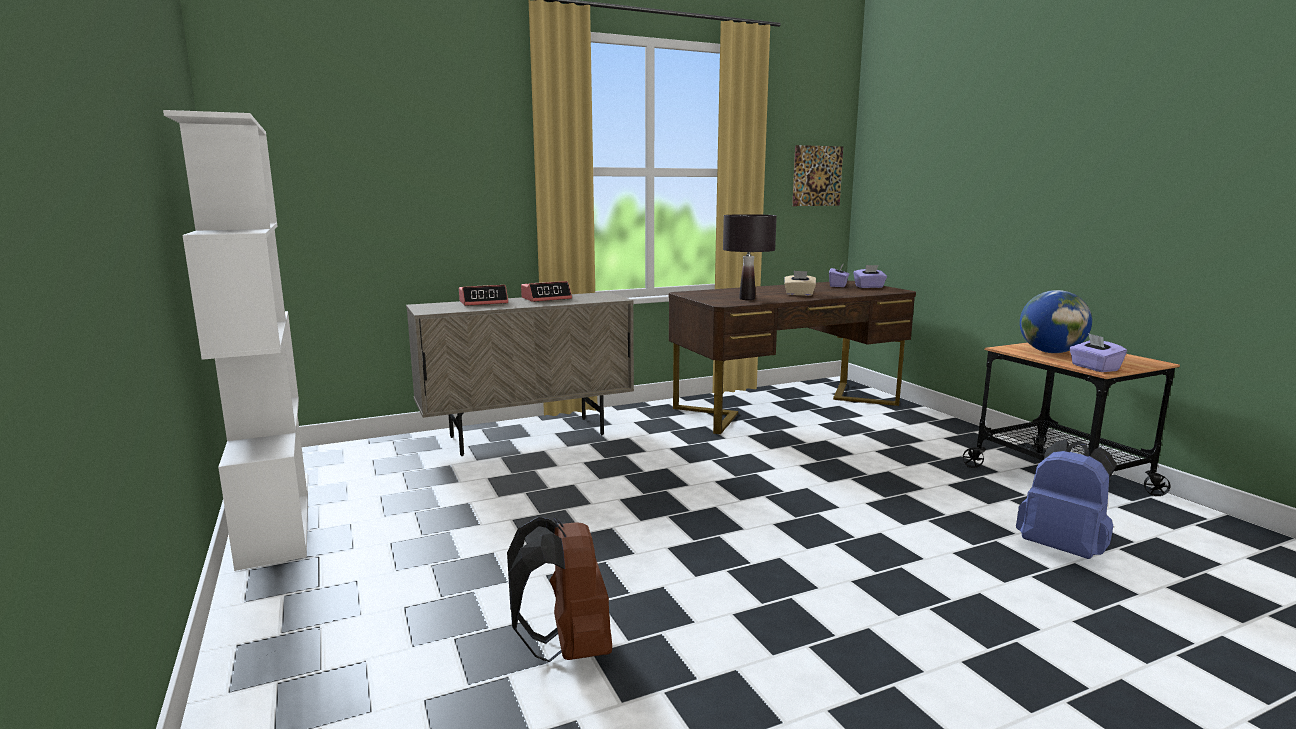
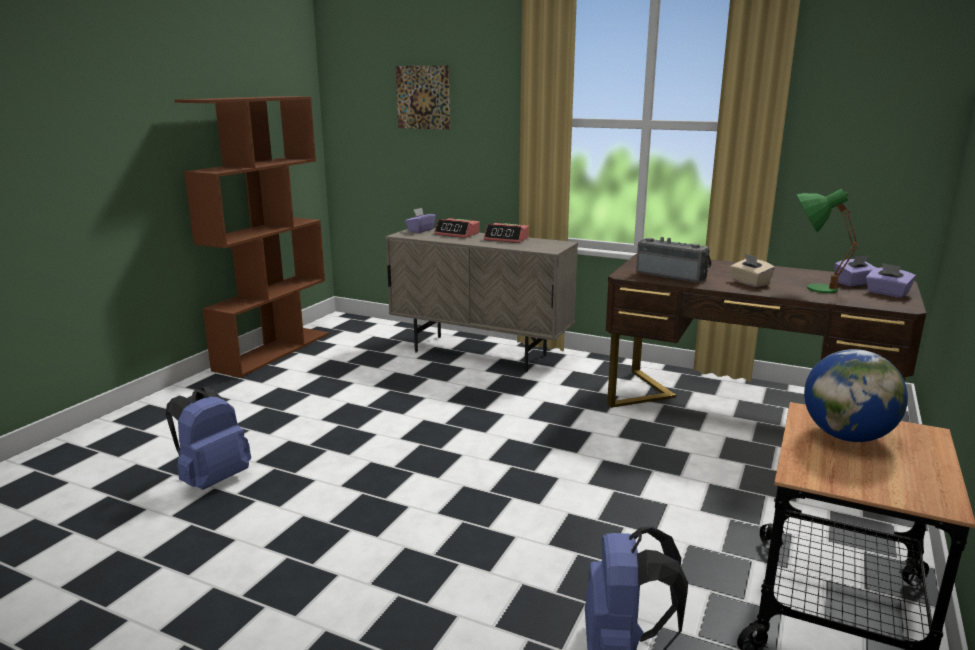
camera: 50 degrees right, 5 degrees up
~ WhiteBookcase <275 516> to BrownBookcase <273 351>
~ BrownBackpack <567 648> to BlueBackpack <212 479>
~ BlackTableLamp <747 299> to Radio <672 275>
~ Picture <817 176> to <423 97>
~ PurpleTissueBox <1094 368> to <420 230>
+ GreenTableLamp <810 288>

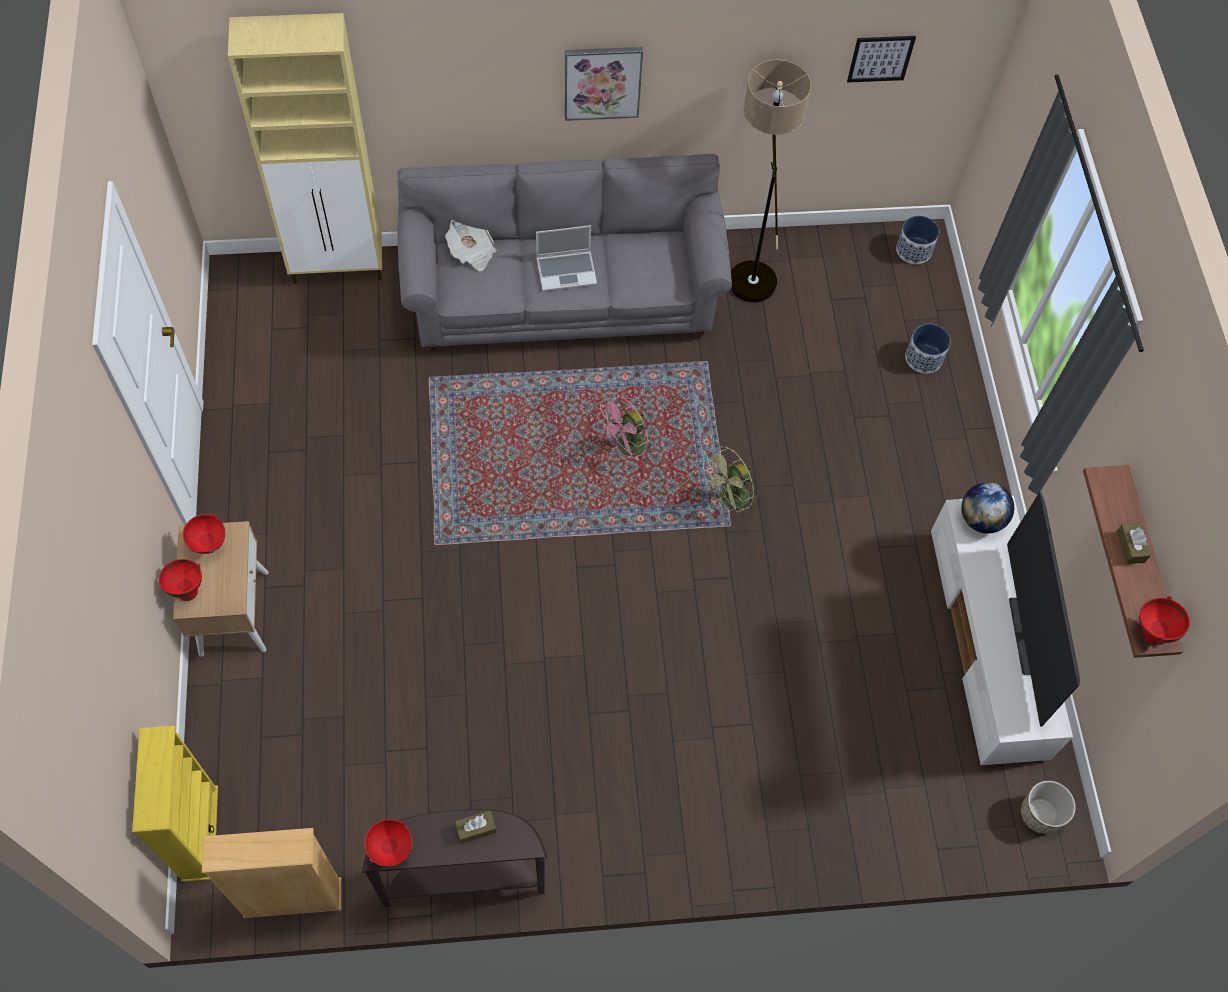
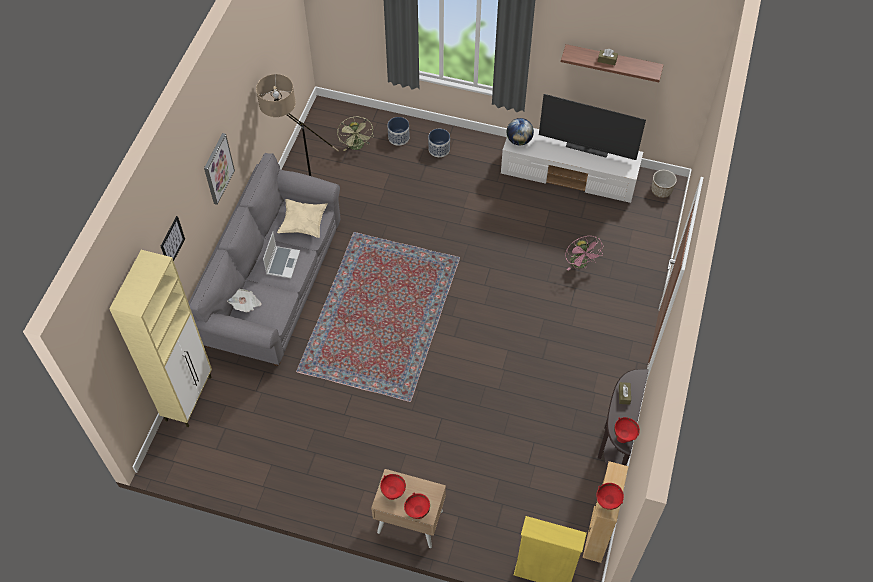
camera: 65 degrees left, 5 degrees down
~ PinkFan <626 449> to <581 264>
~ GreenFan <729 500> to <357 147>
~ Picture <880 58> to <172 242>
~ Planter <914 250> to <439 149>
~ RedBowl <1151 634> to <607 504>
+ BeigePillow <303 224>

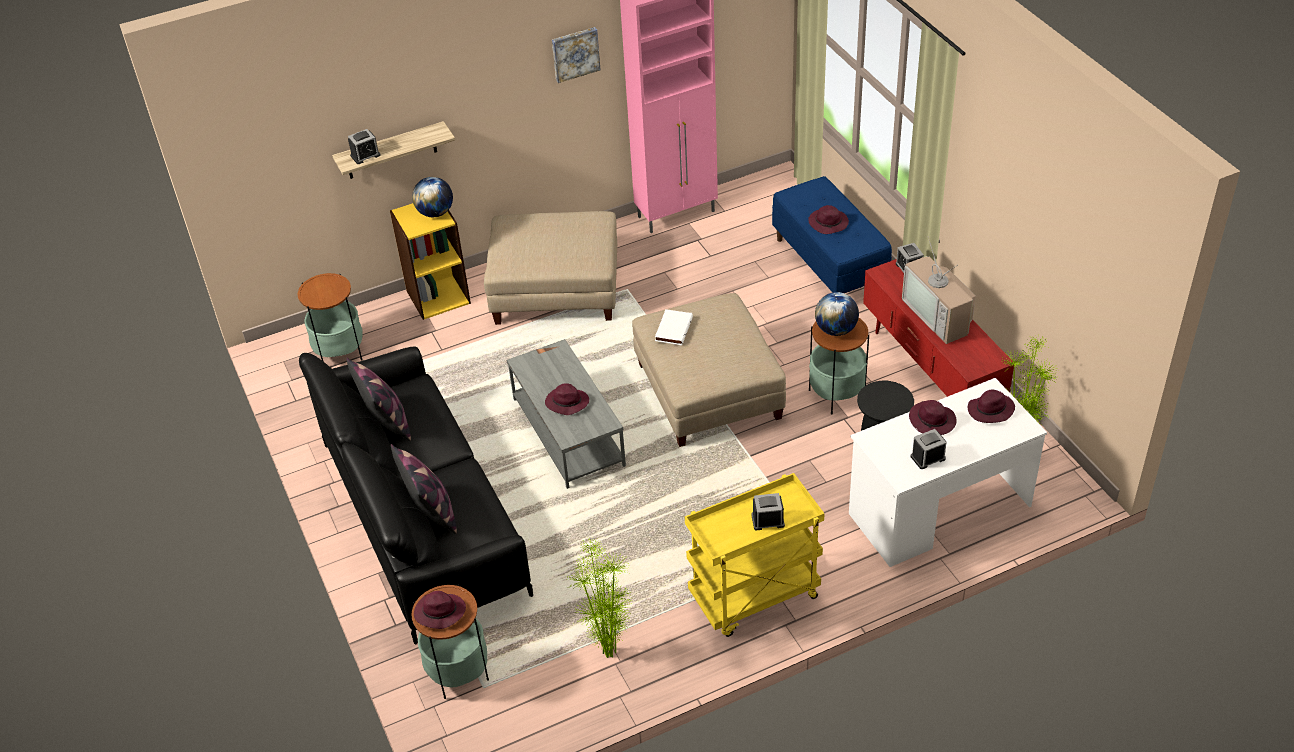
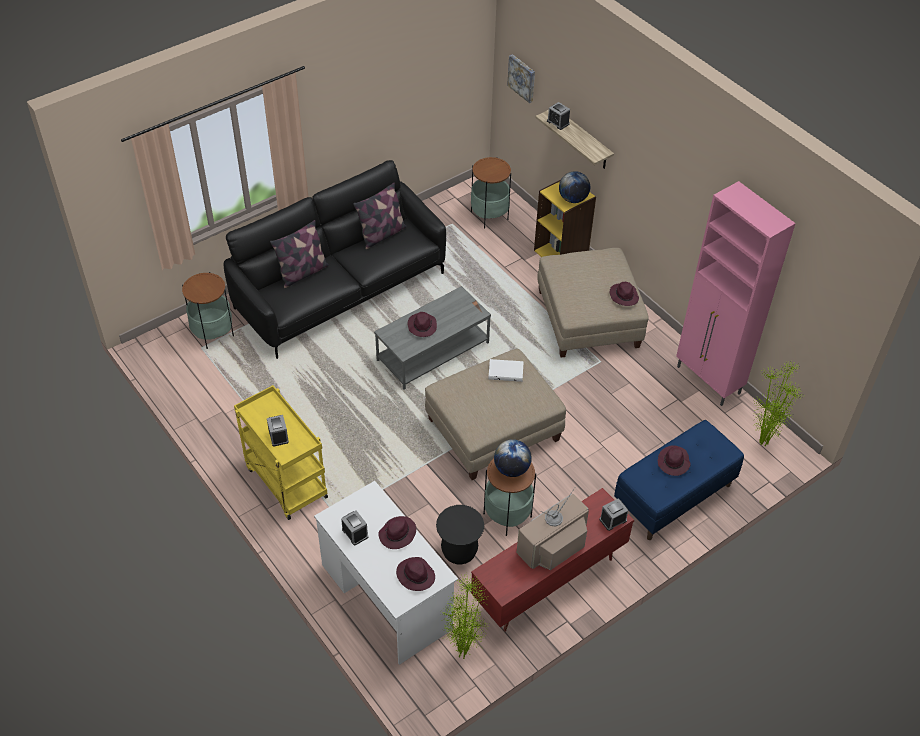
camera: 75 degrees right, 5 degrees up
~ PurpleHat <439 612> to <623 296>
~ Picture <575 53> to <522 78>
~ PottedPlant <607 652> to <763 441>

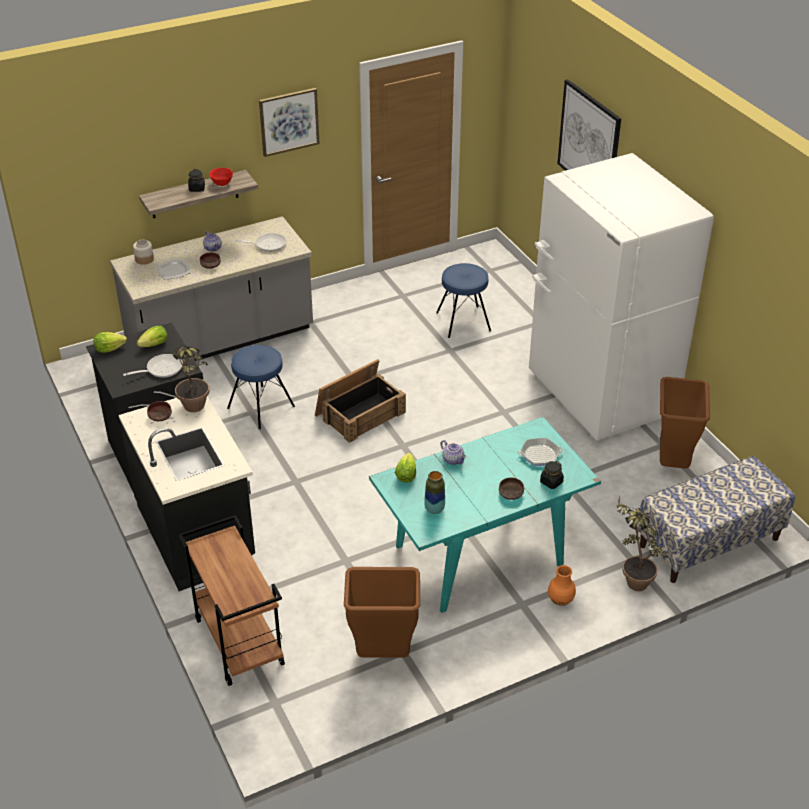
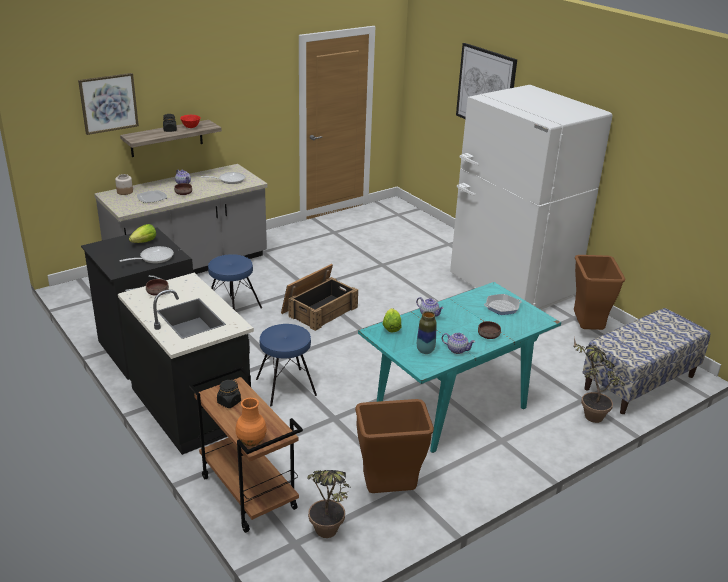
camera: 10 degrees left, 10 degrees down
- Lettuce <109 349>
~ PottedPlant <194 411> to <328 536>
~ Picture <289 121> to <108 103>
~ BlueStool <463 322> to <285 387>
~ BlackJar <551 482> to <229 402>
~ OrangeVase <560 600> to <251 441>
+ Teapot <457 350>

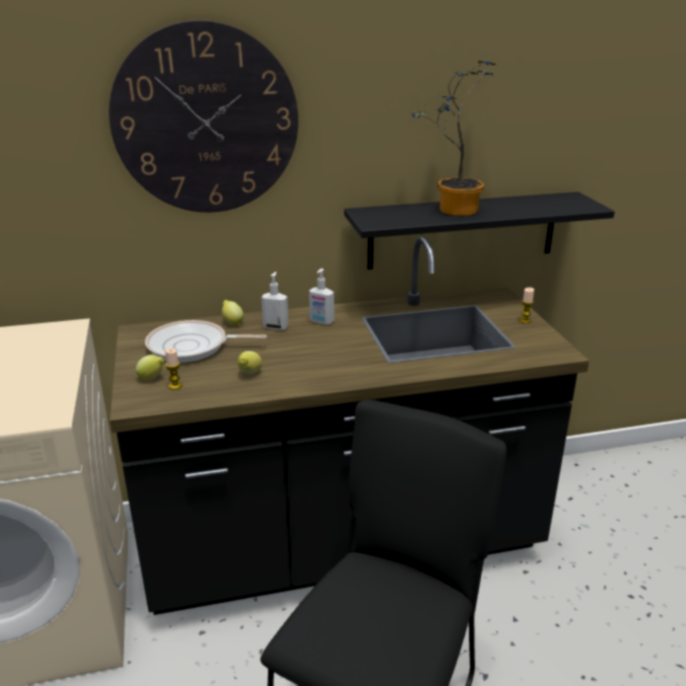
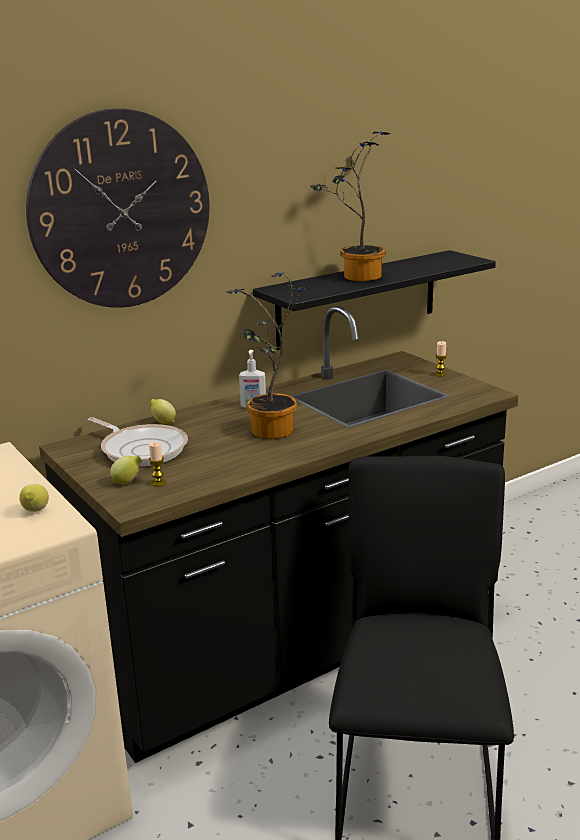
camera: 20 degrees left, 5 degrees down
~ FryingPan <192 347> = <142 449> 120 degrees counterclockwise
~ Lemon <249 374> to <35 512>
- SoapDispenser <276 327>
+ PottedPlant <271 433>

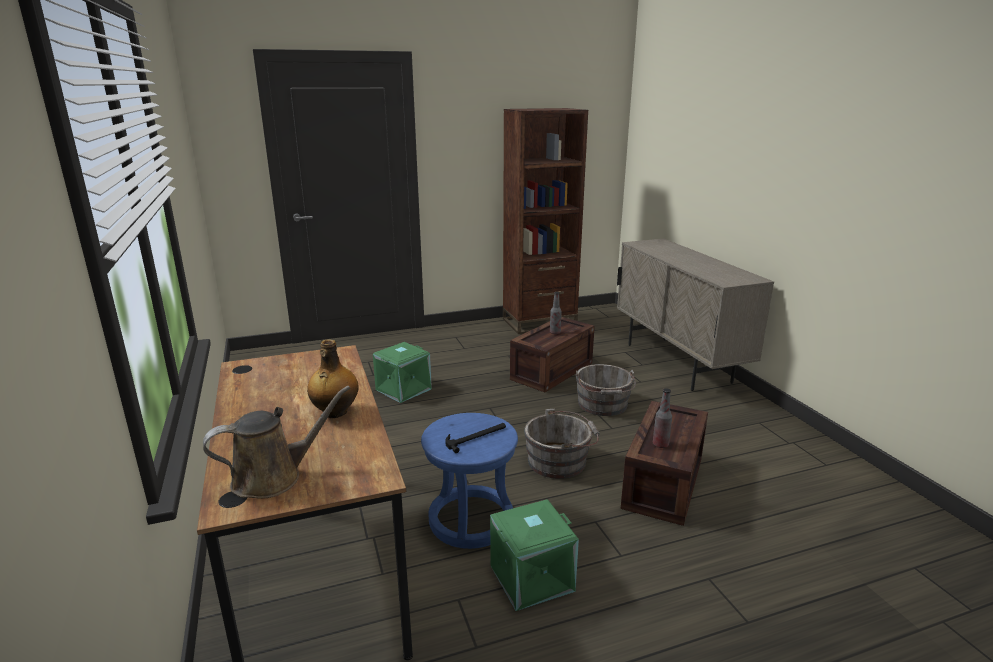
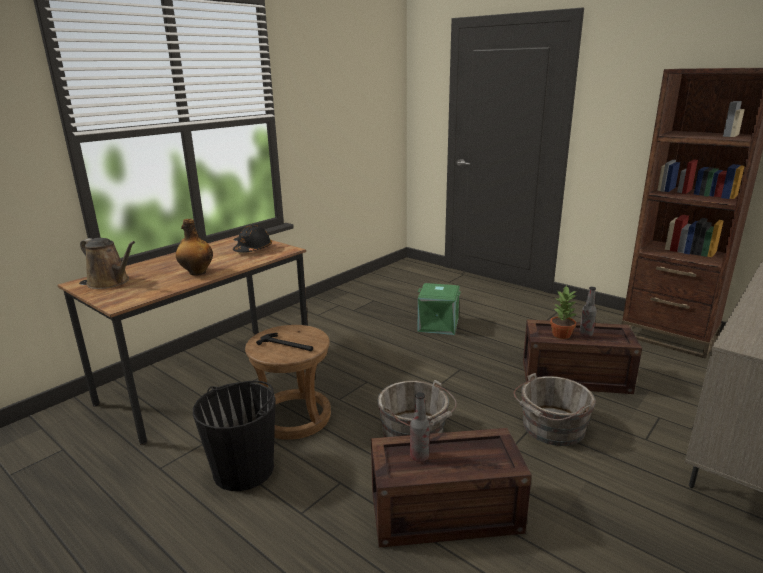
camera: 60 degrees right, 0 degrees up
~ BlueStool <471 519> to BrownStool <294 417>
~ GreenStorageBox <531 577> to BlackBucket <244 469>
+ BlackHardHat <253 249>
+ PottedPlant <562 334>

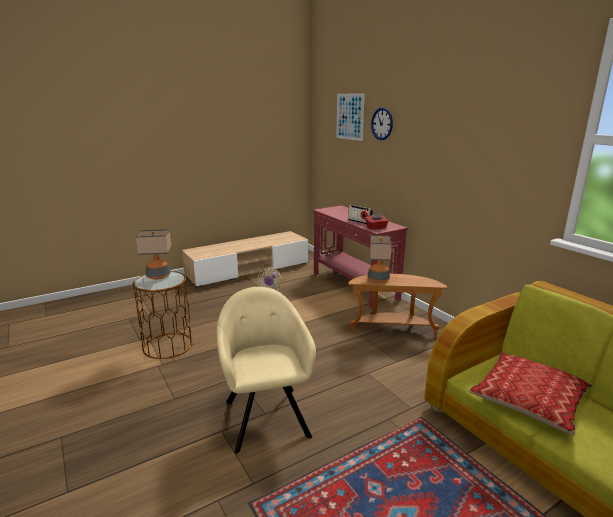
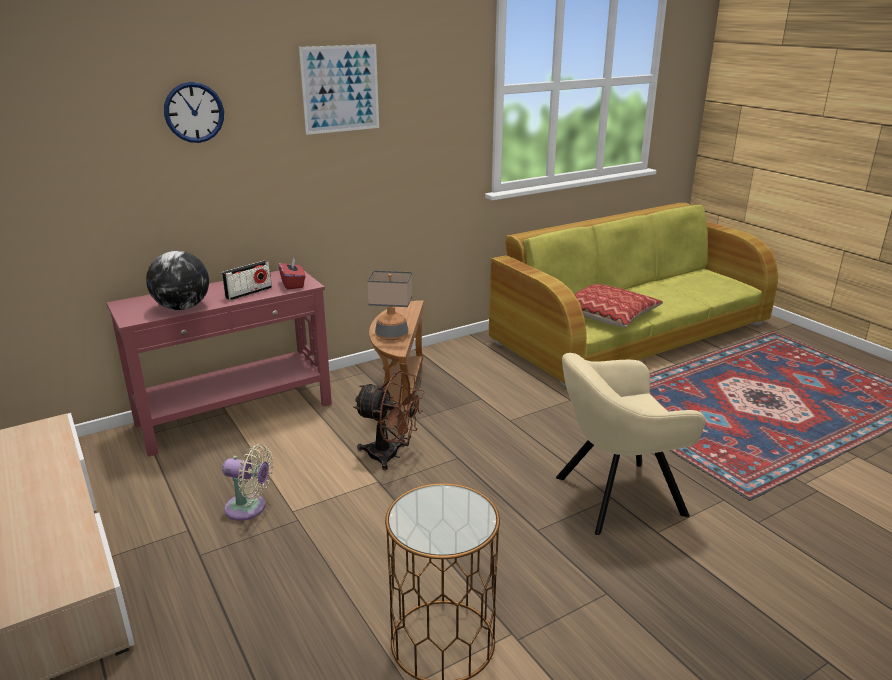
camera: 90 degrees left, 5 degrees up
- TableLamp <158 276>
~ Picture <349 116> to <340 89>
+ Globe <182 308>
+ BrownFan <391 456>

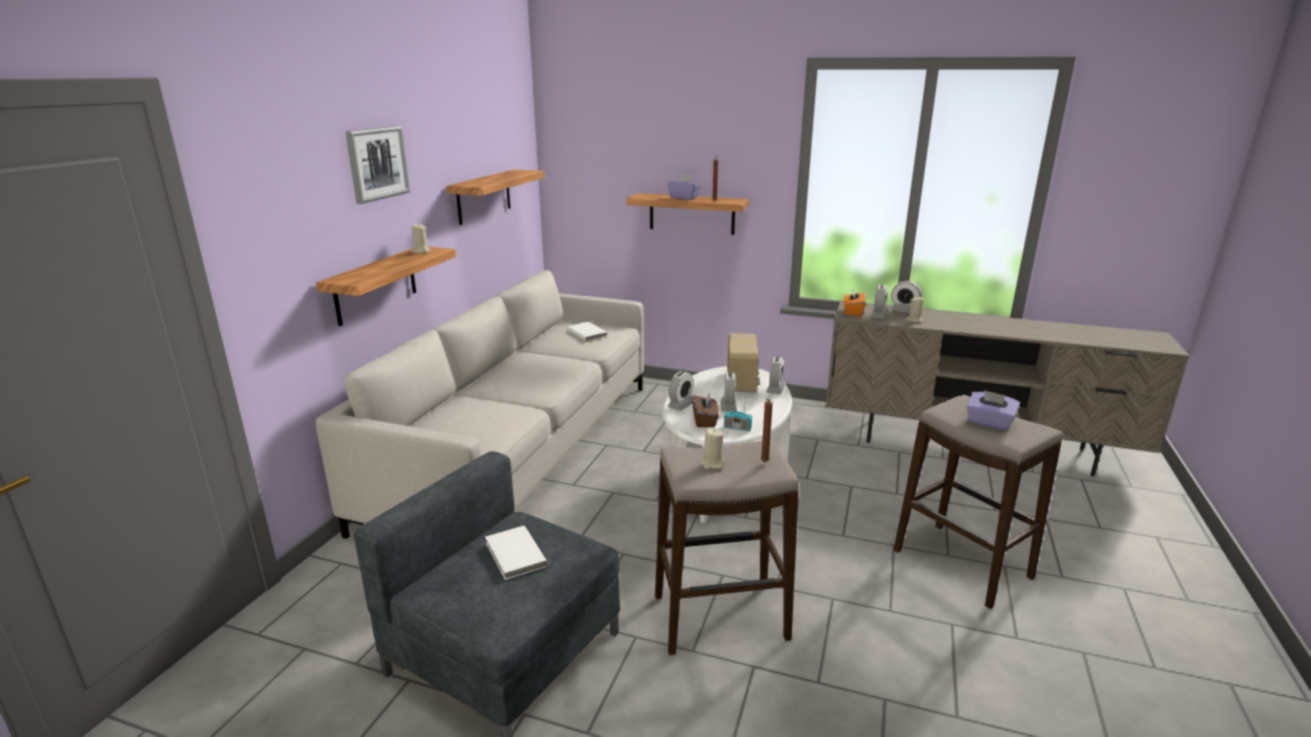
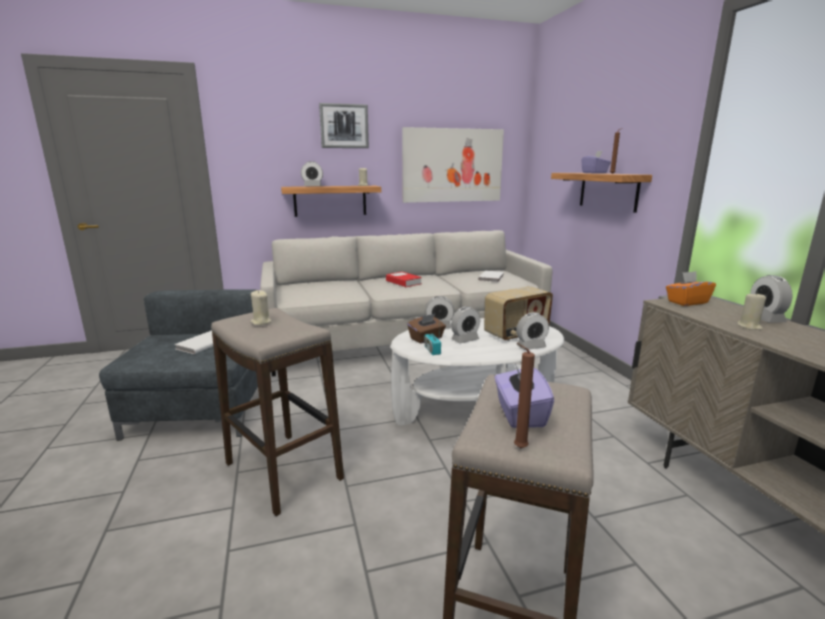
camera: 55 degrees right, 5 degrees down
~ Shelf <484 196> to Picture <452 165>
~ BrownCandle <764 462> to <518 448>
~ AlarmClock <878 316> to <312 186>
+ Book <403 282>

